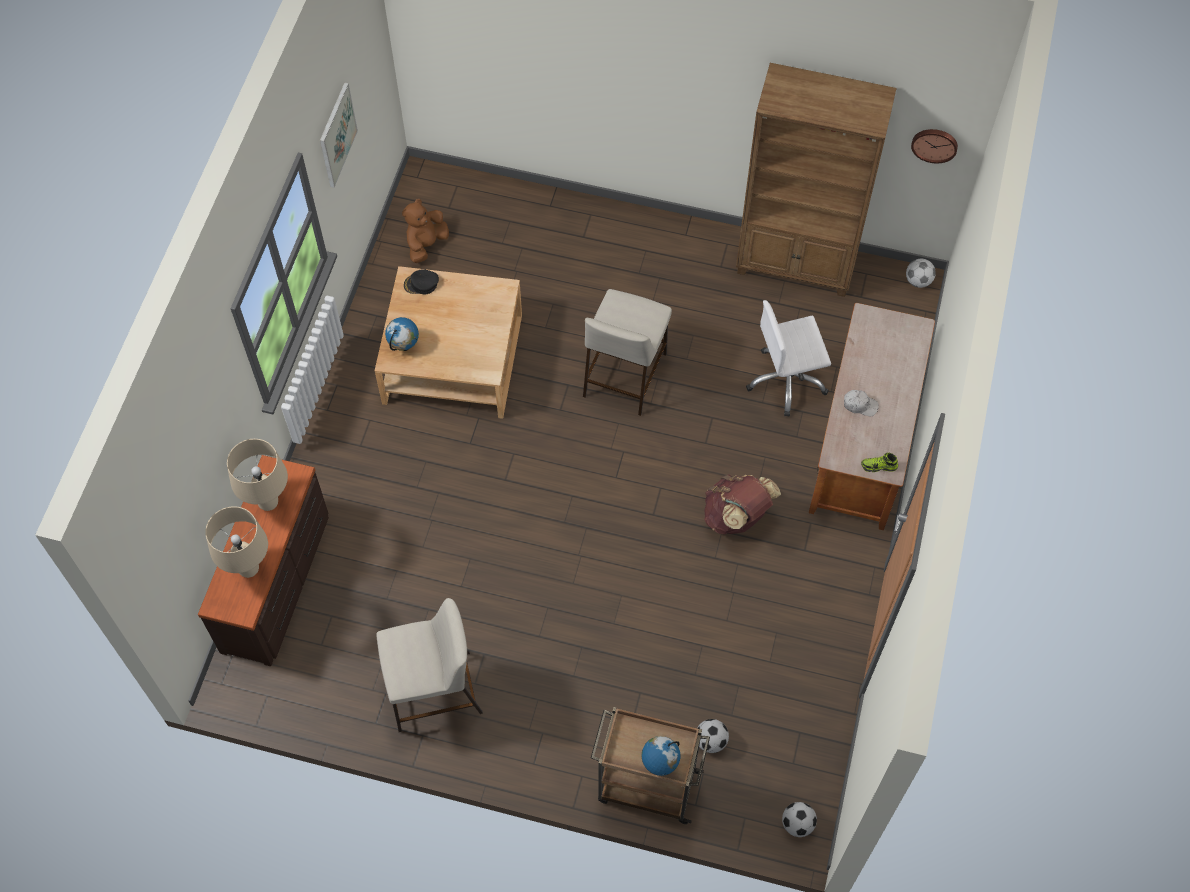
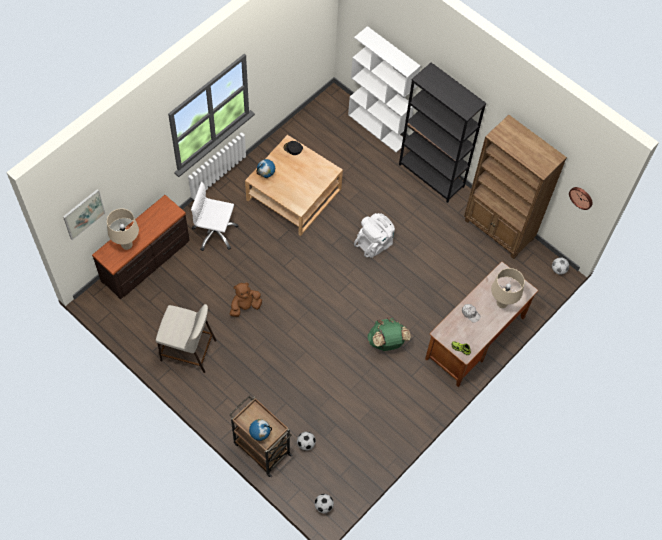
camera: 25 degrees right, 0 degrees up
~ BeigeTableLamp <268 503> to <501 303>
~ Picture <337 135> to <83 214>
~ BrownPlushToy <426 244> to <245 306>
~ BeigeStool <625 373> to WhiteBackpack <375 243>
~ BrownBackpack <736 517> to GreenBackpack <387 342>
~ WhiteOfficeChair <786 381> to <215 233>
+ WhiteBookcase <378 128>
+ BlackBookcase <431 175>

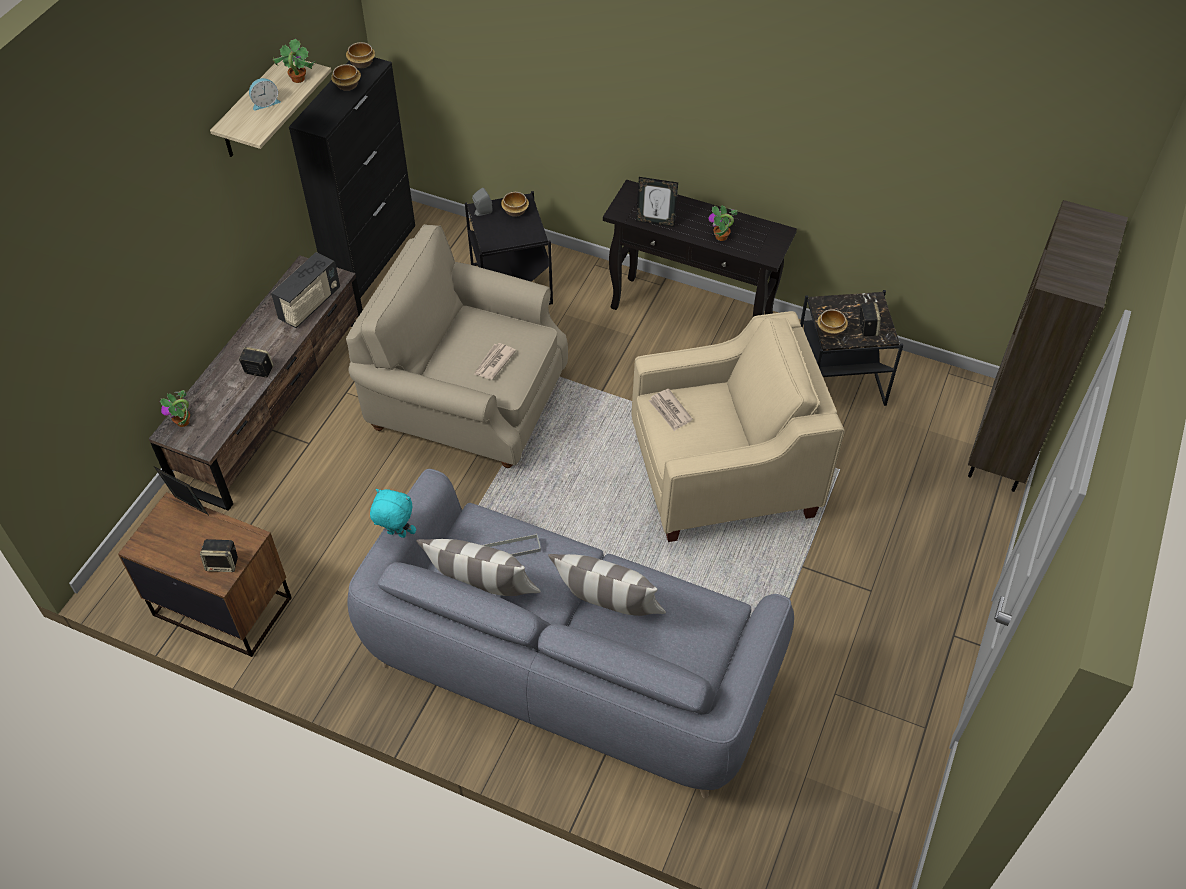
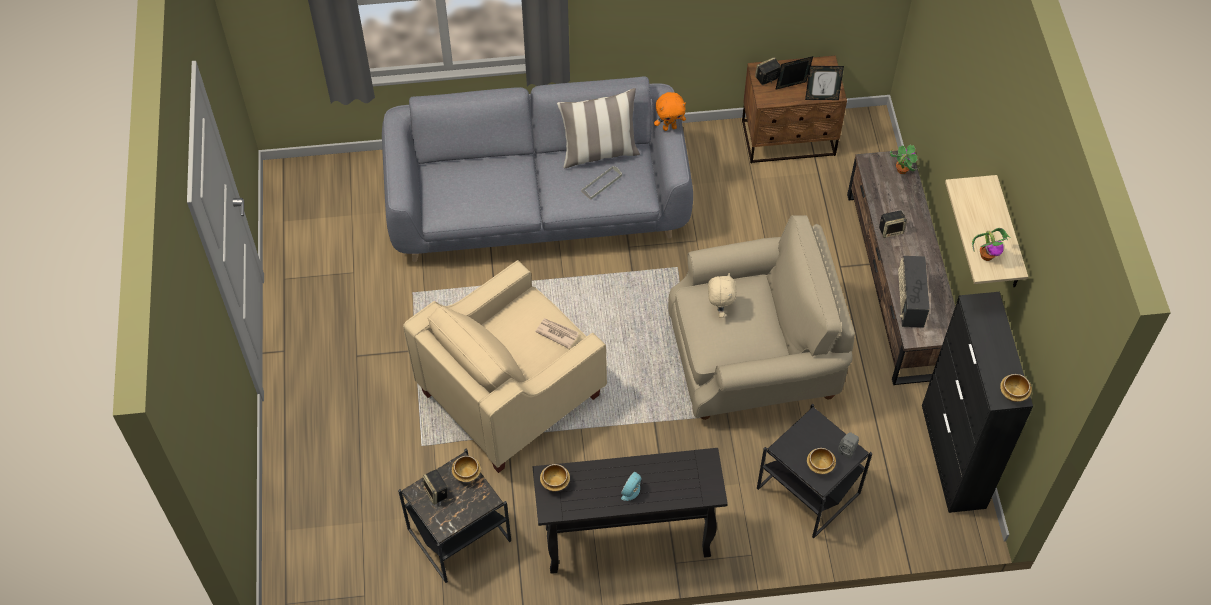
camera: 150 degrees right, 5 degrees up
~ AlarmClock <265 103> to <632 491>
~ Bowl <348 86> to <554 483>
~ TurquoisePlushToy <396 534> to OrangePlushToy <669 127>
~ Newspaper <493 363> to BeigePlushToy <719 309>
- Pillow <608 611>
~ PictureFrame <655 222> to <791 87>
- PottedPlant <721 237>
- BrownBookcase <1003 450>

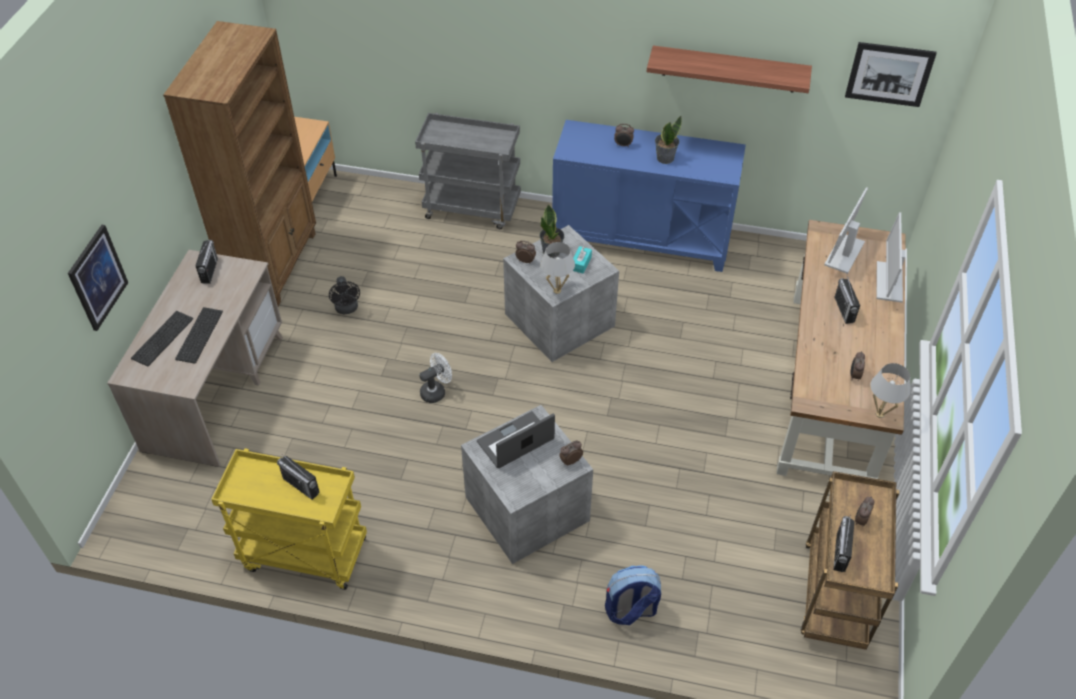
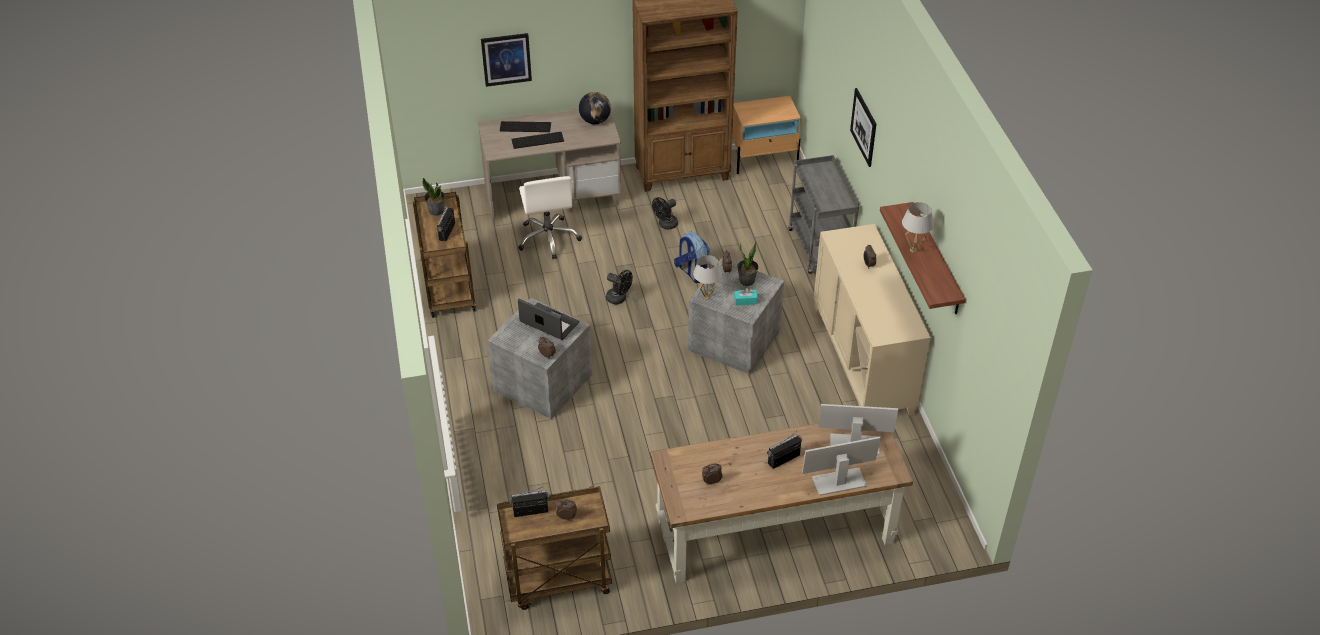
camera: 65 degrees right, 5 degrees down
~ Radio <209 271> to Globe <595 121>
~ YellowCart <303 555> to BrownCart <448 288>
~ WhiteFan <436 391> to BlackFan <619 299>
~ BlueCabinet <641 238> to BeigeCabinet <863 360>
~ Backpack <630 610> to <692 273>
~ PottedPlant <665 158> to <436 211>
~ Picture <889 74> to <863 127>
~ WhiteTableLamp <880 414> to <913 250>
+ WhiteOfficeChair <549 238>

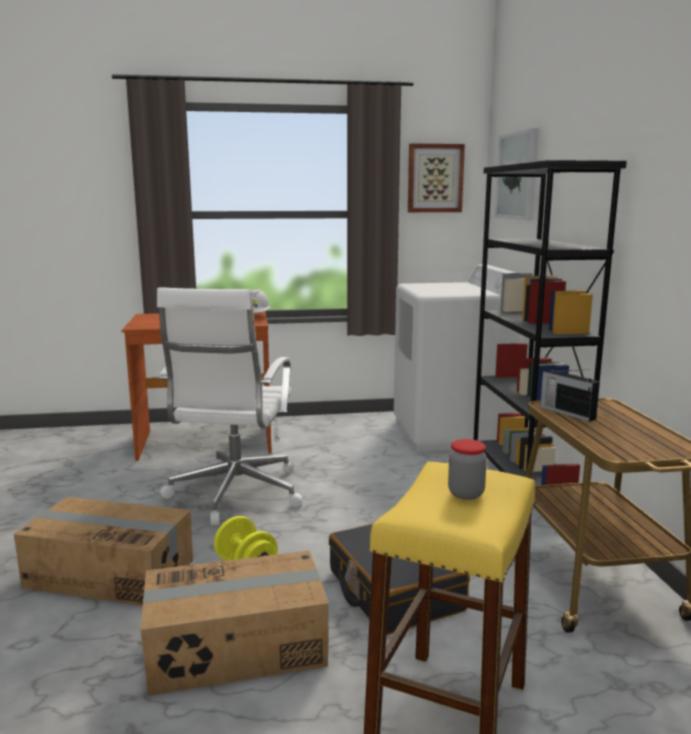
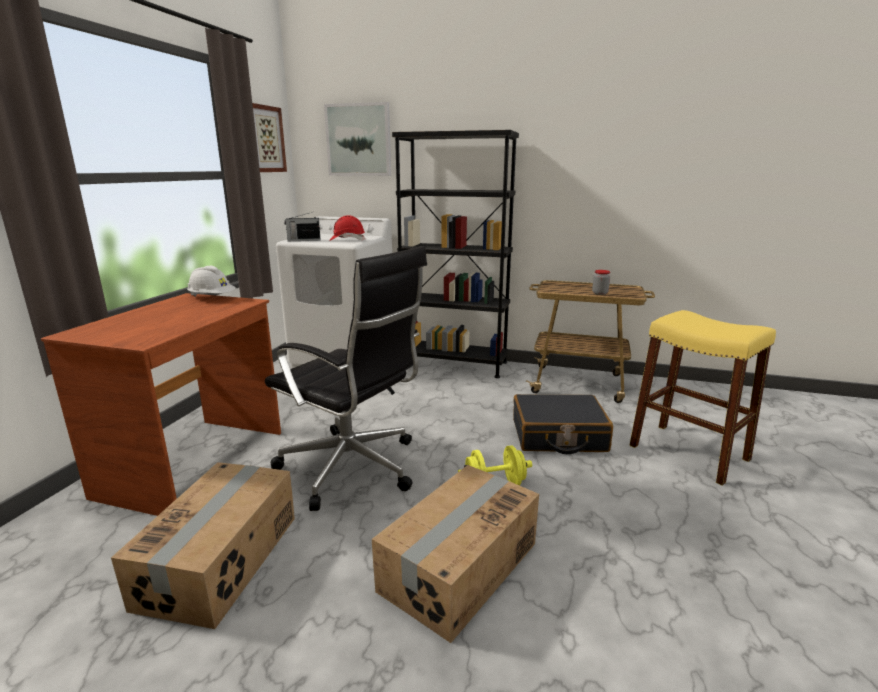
camera: 65 degrees left, 5 degrees up
~ CardboardBox <237 647> to <221 560>
~ WhiteOfficeChair <234 494> to BlackOfficeChair <353 468>
~ Jar <466 493> to <600 293>
~ Radio <566 412> to <303 240>
+ RedHardHat <347 240>

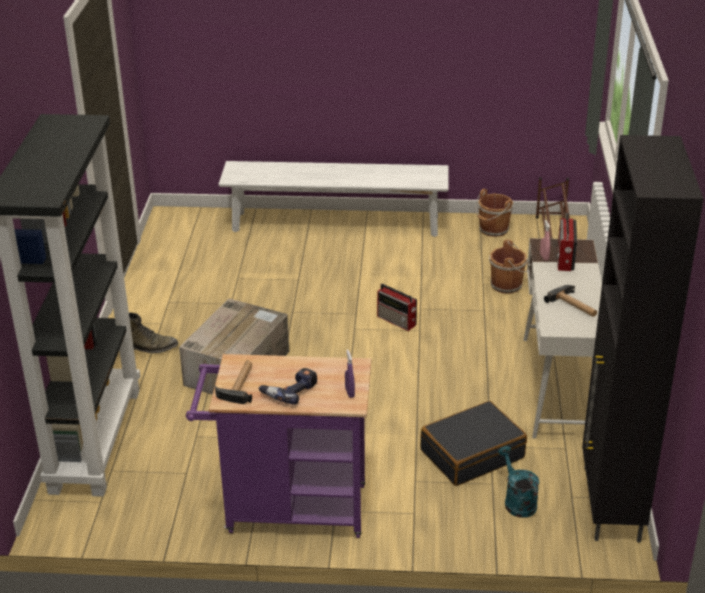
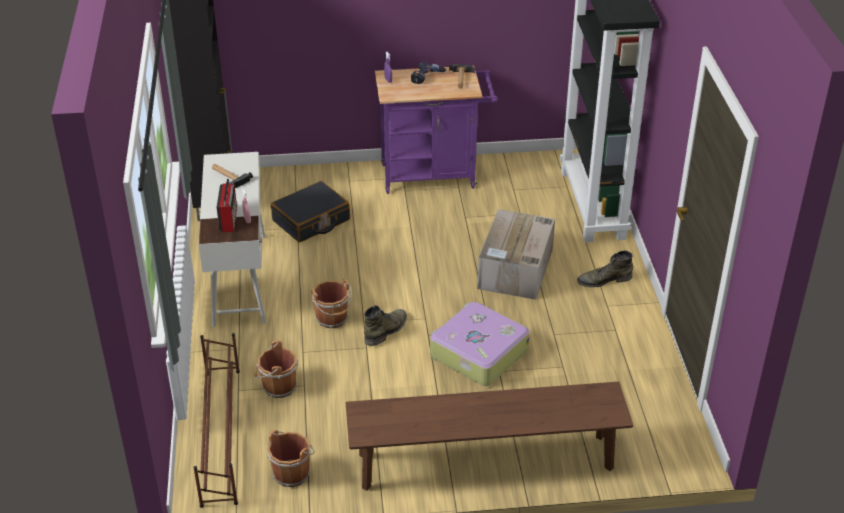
camera: 170 degrees right, 5 degrees up
~ WhiteBench <335 224> to BrownBench <485 462>
~ Radio <397 321> to GreenBoot <386 330>
- TurquoiseWateringCan <517 501>
+ BrownBucket <332 319>
+ Suitcase <477 353>

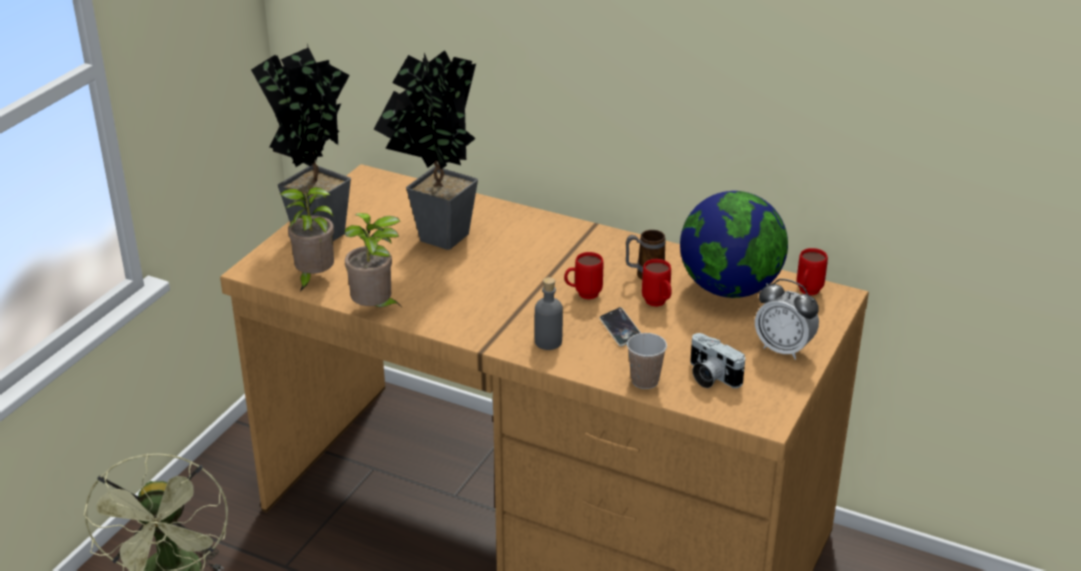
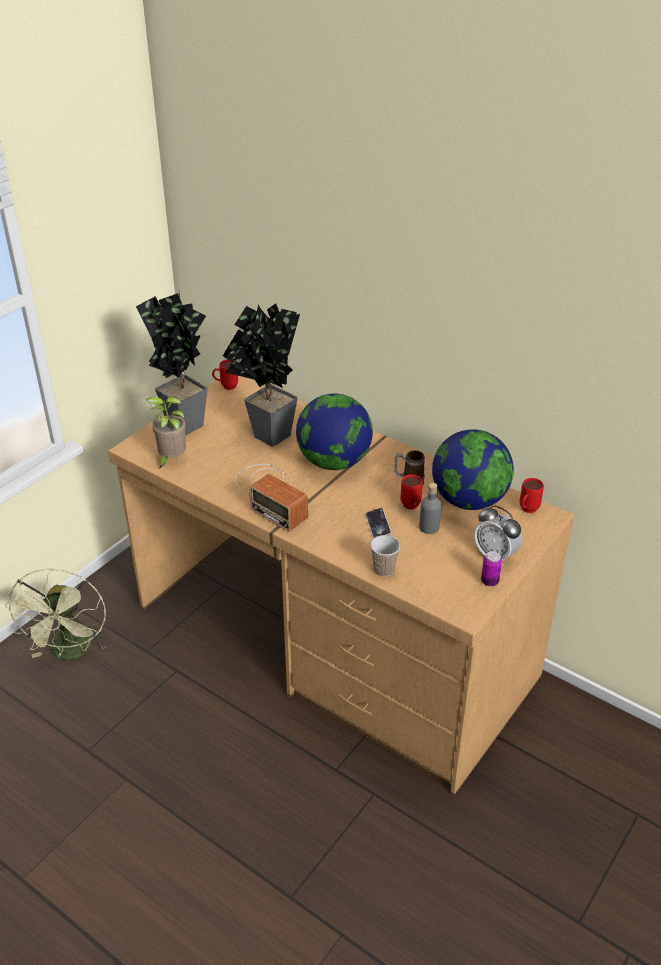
camera: 10 degrees right, 5 degrees up
- PottedPlant <375 309>
~ GreyBottle <548 342> to <429 527>
~ RedMug <582 295> to <226 387>
- PhotoCamera <710 377>
+ Radio <272 494>
+ Globe <334 462>
+ Can <489 581>

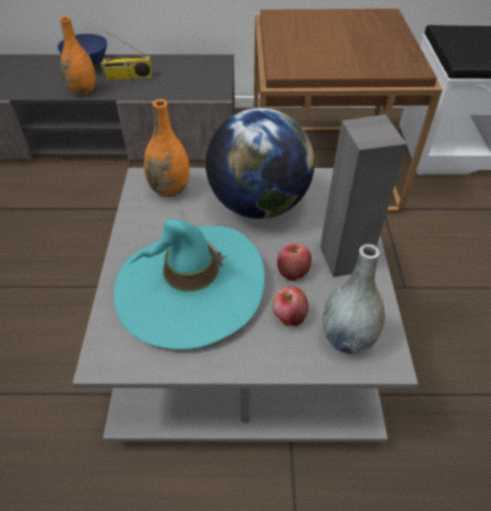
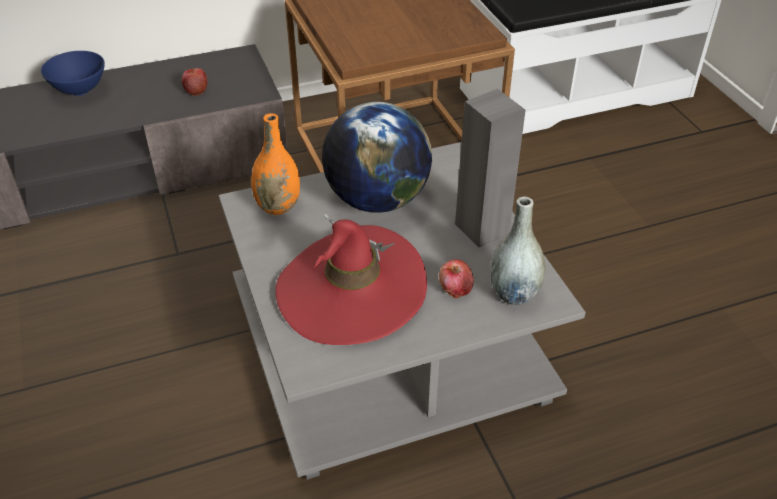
camera: 20 degrees left, 5 degrees down
- OrangeVase <83 91>
- Radio <128 77>
~ TurquoiseHat <189 288> to RedHat <351 290>
~ Apple <292 270> to <196 90>

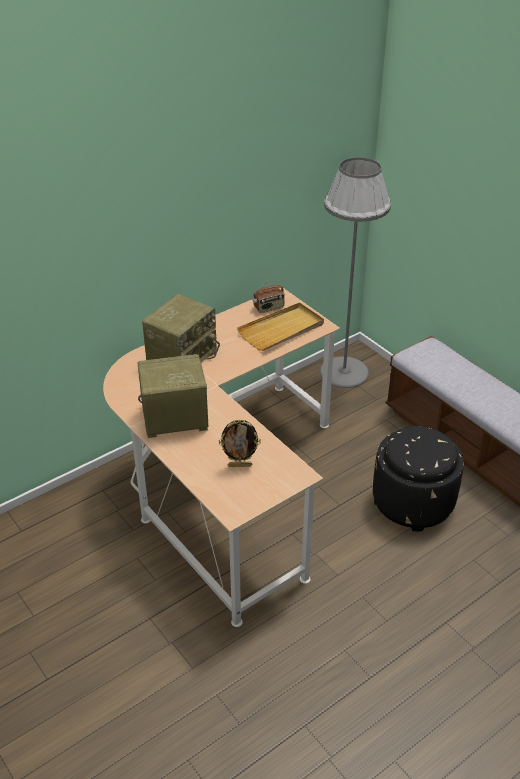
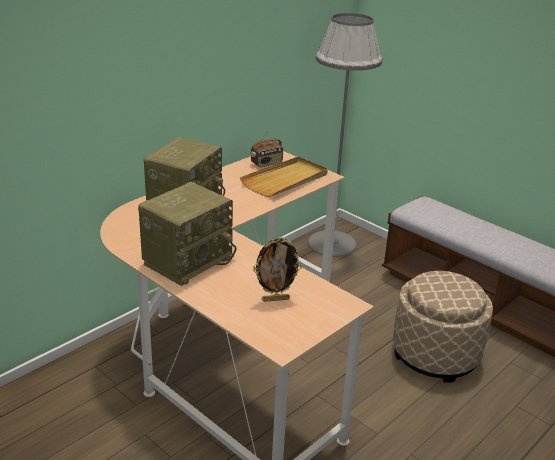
camera: 10 degrees left, 10 degrees down
~ Radio <173 419> = <188 260> 150 degrees clockwise
~ BlackOttoman <413 501> to BeigeOttoman <435 354>

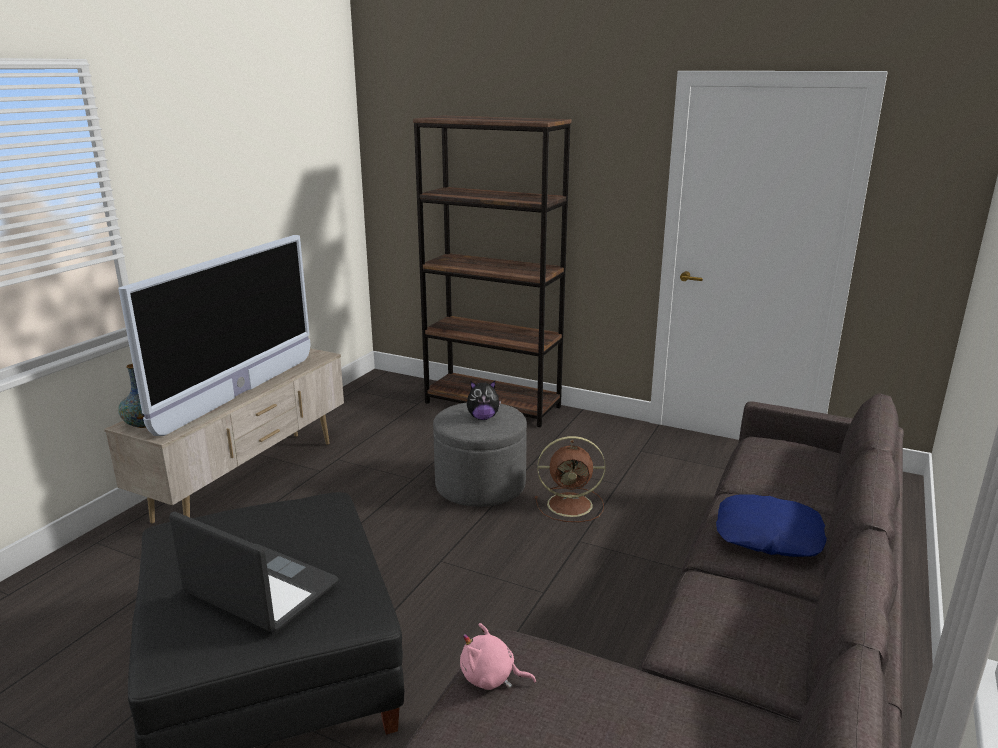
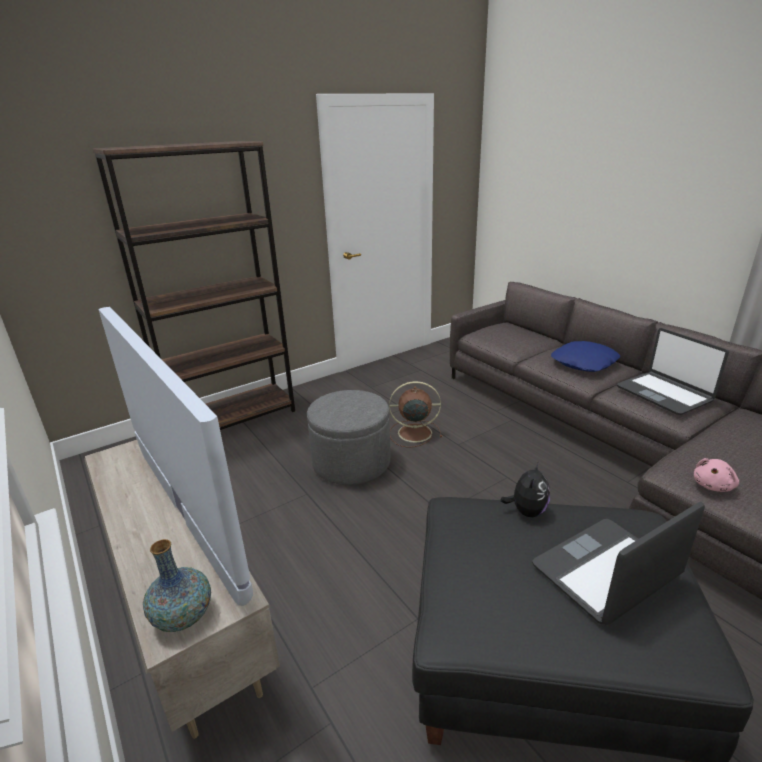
camera: 60 degrees left, 5 degrees up
~ PlushToy <483 417> to <526 511>
~ BrownFan <572 505> = <413 433> 120 degrees counterclockwise
+ Laptop <664 394>

